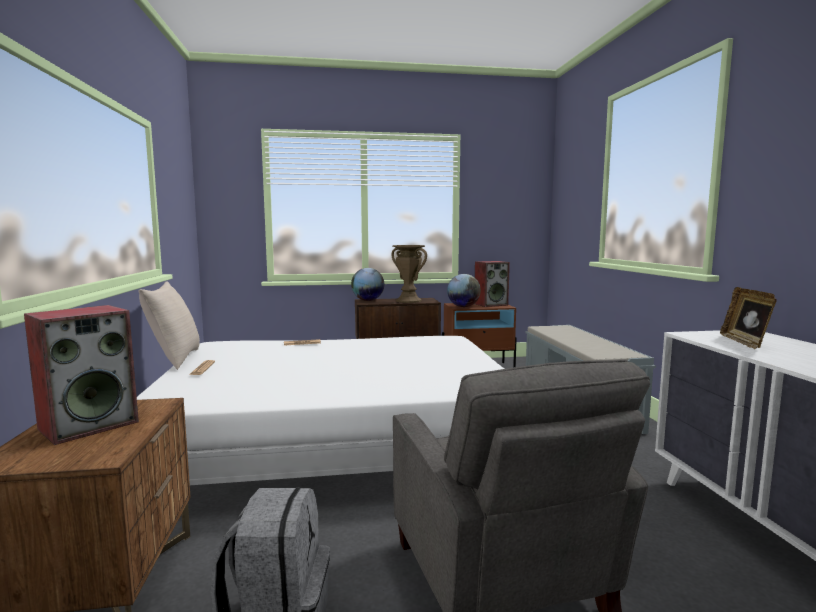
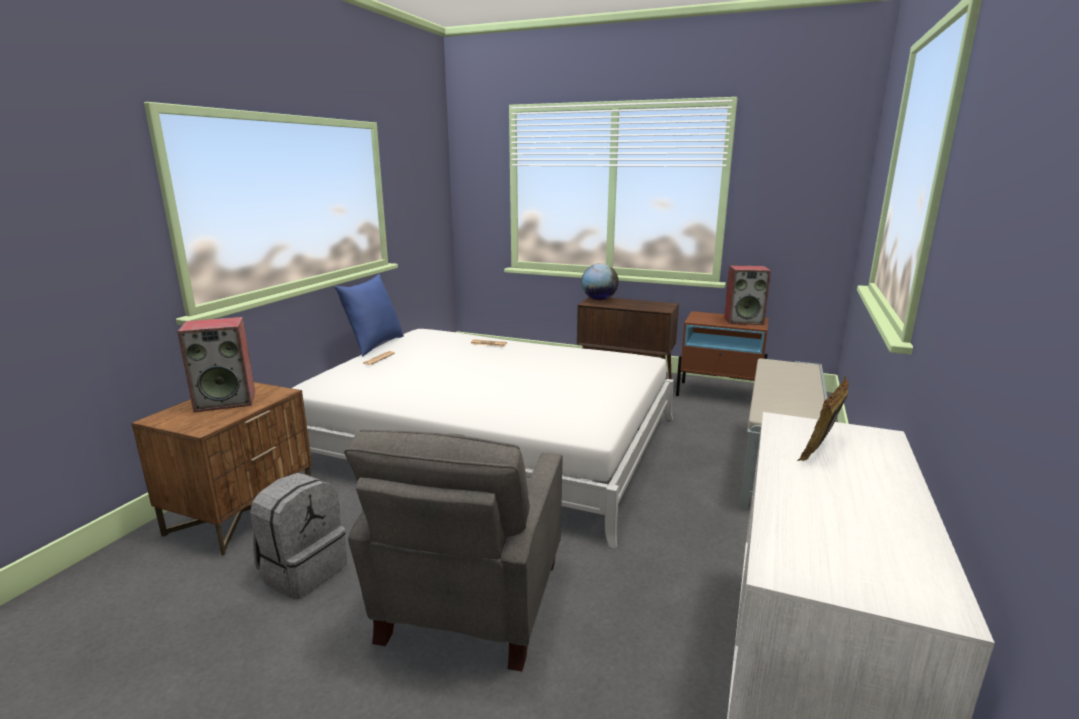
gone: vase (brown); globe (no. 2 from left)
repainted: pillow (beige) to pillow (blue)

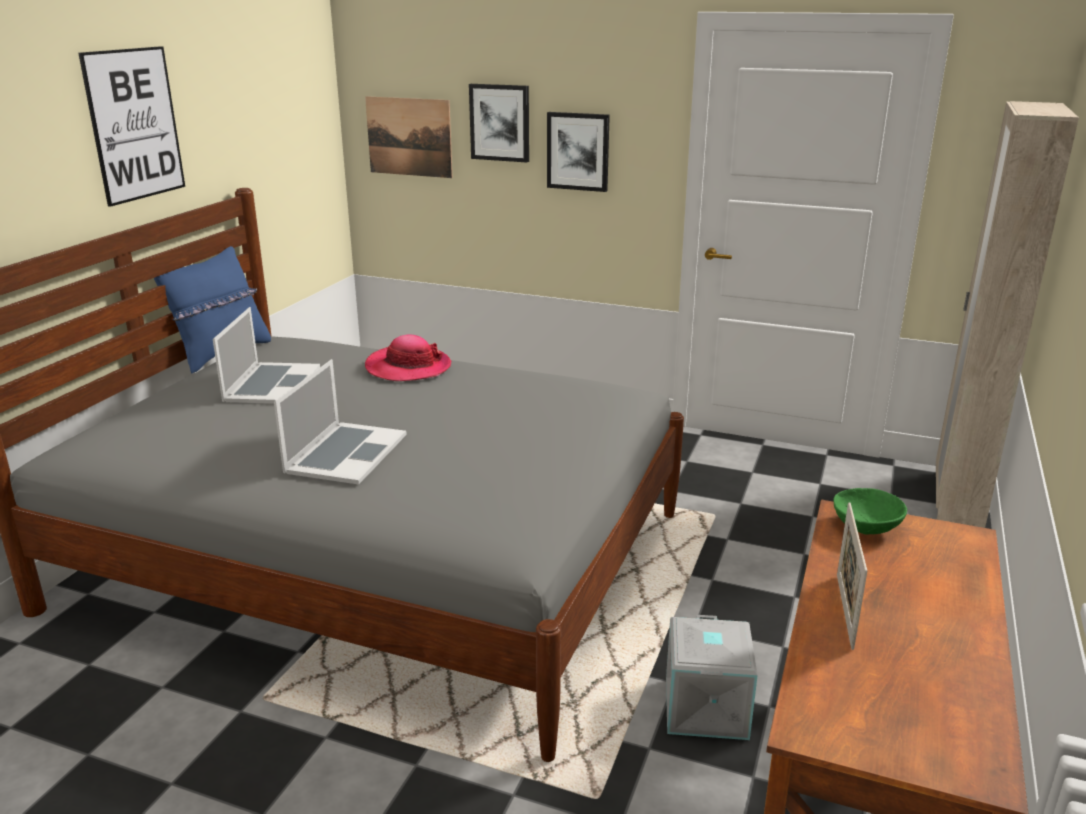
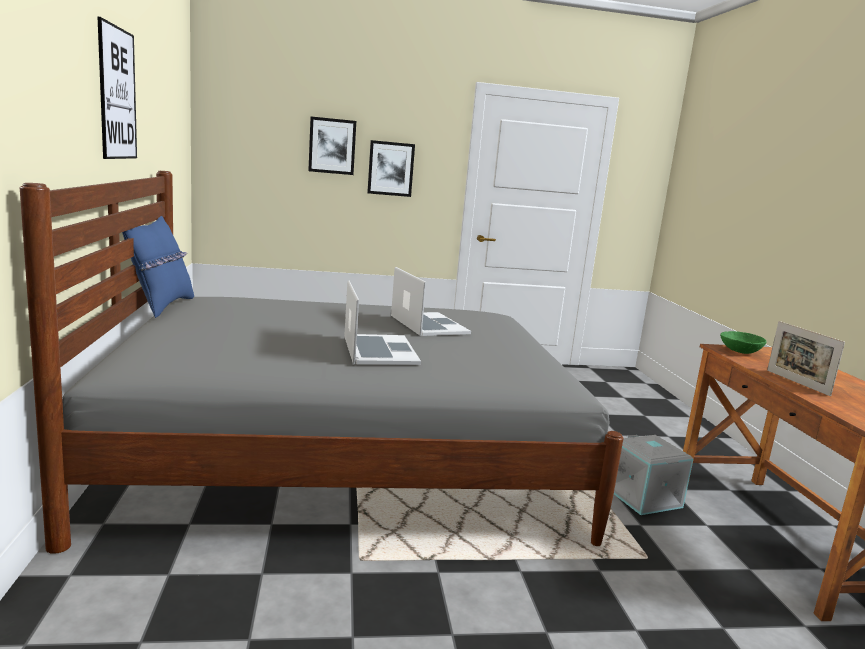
gone: picture (no. 2 from left); hat; wardrobe (beige)
shifted: laptop (no. 1 from left in the first image) to laptop (no. 2 from left)

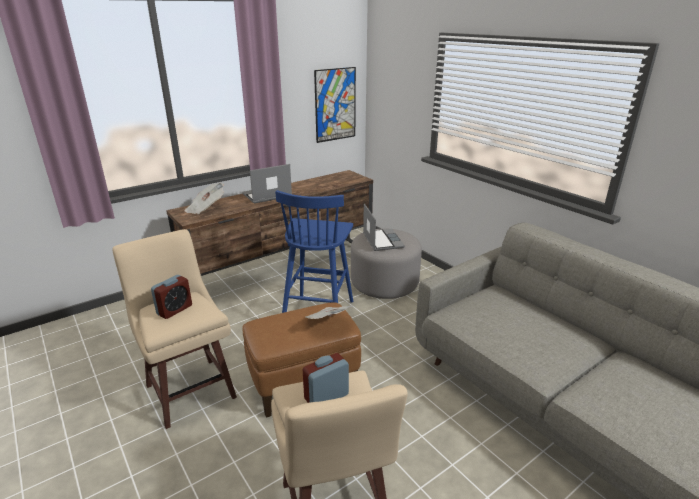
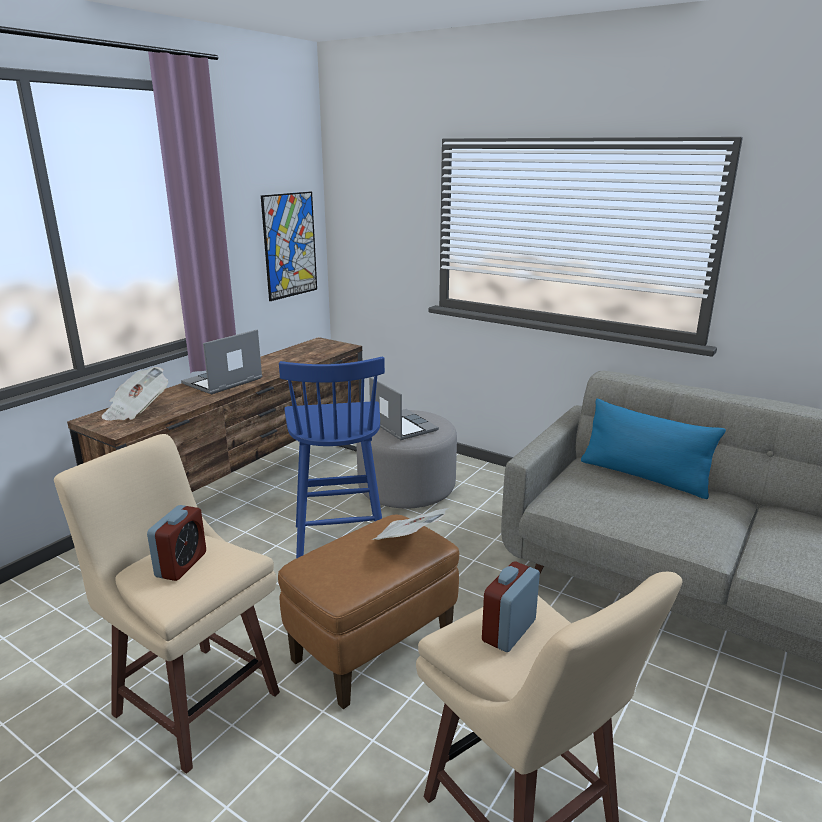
new: pillow (blue)

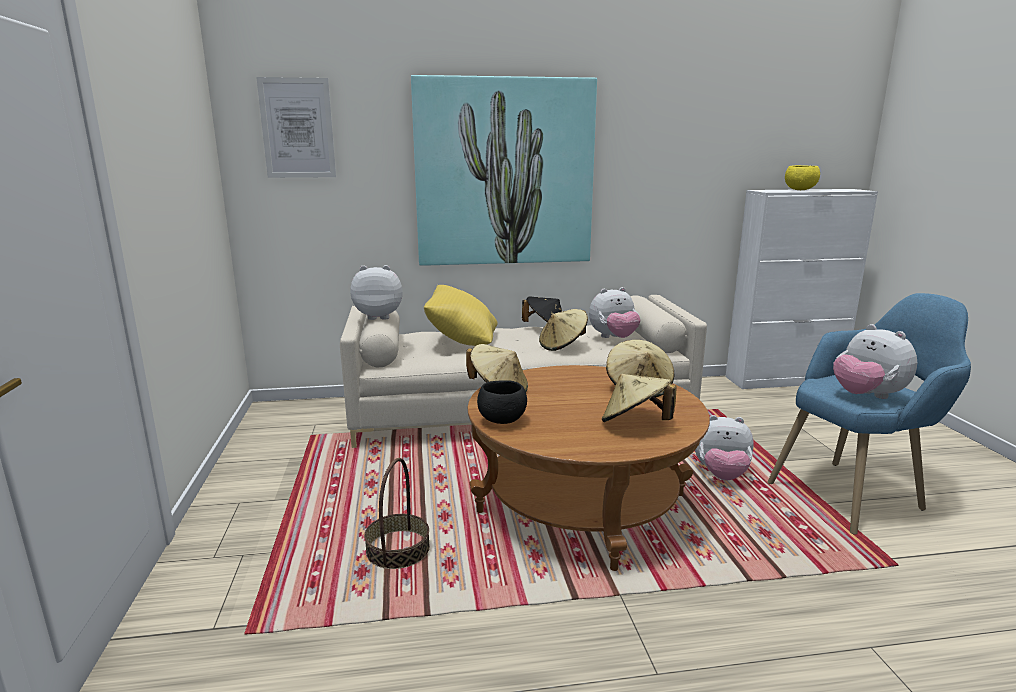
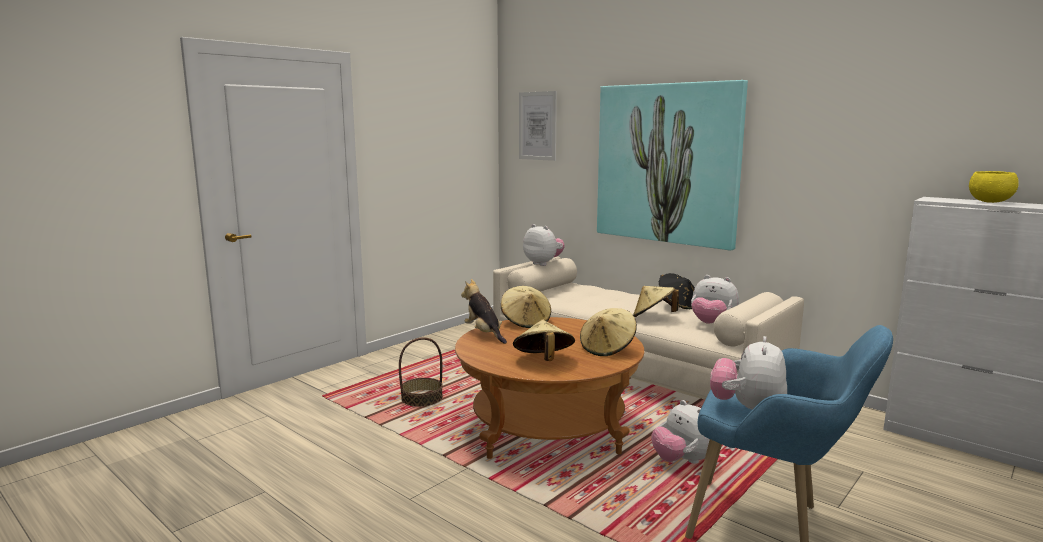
gone: pillow (yellow)
swapped: bowl (black) to plush toy (no. 1 from left)

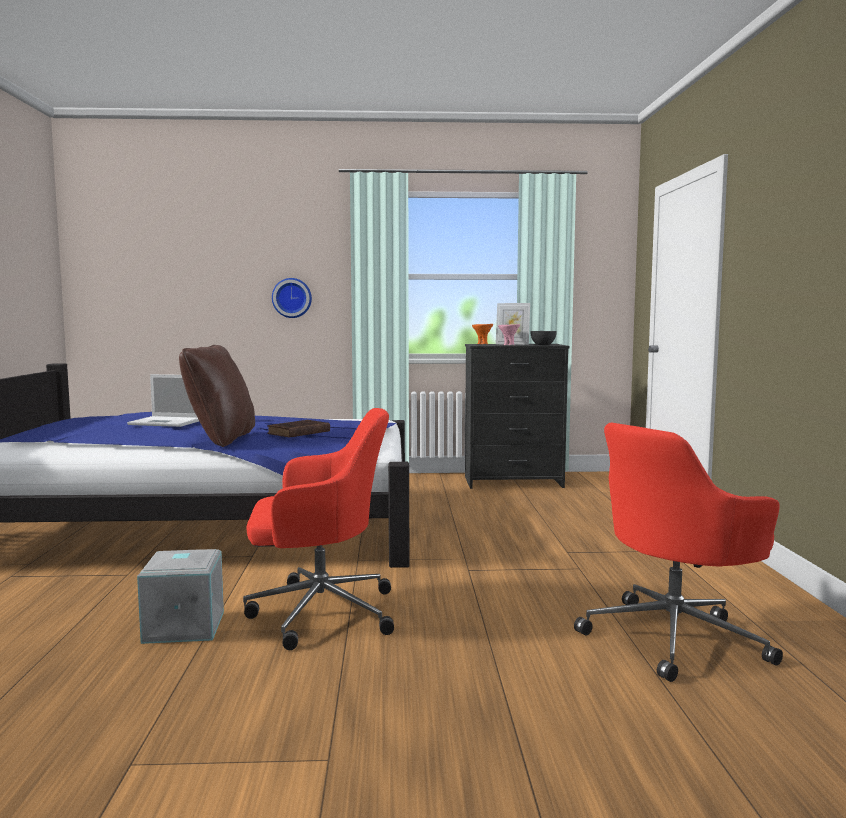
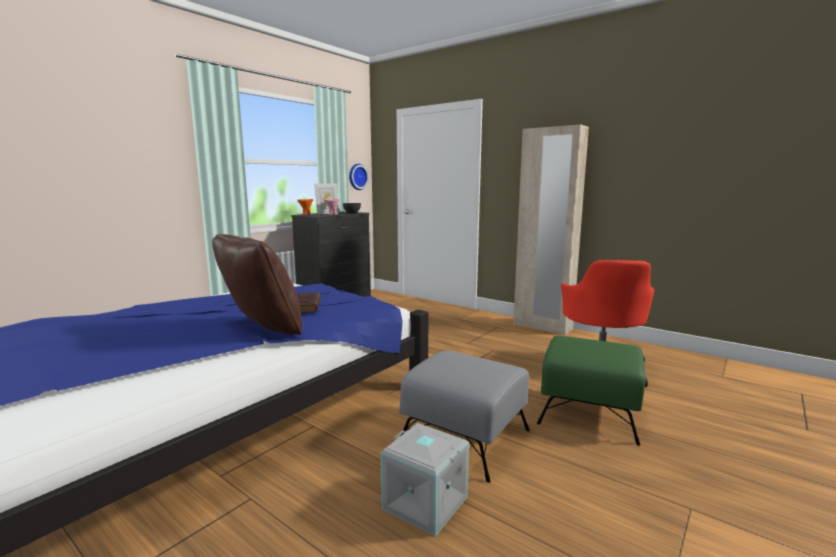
gone: laptop
new: wardrobe (beige); ottoman (green)
shifted: wall clock
swapped: office chair (red) (no. 1 from left) to ottoman (grey)

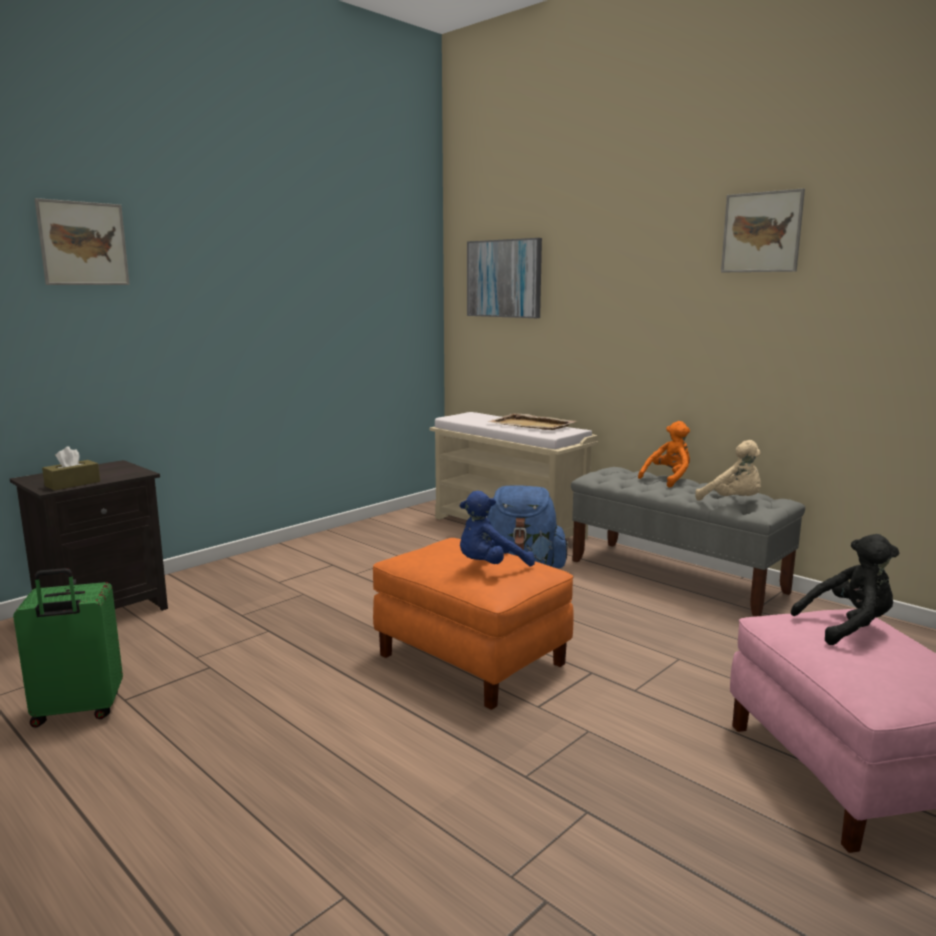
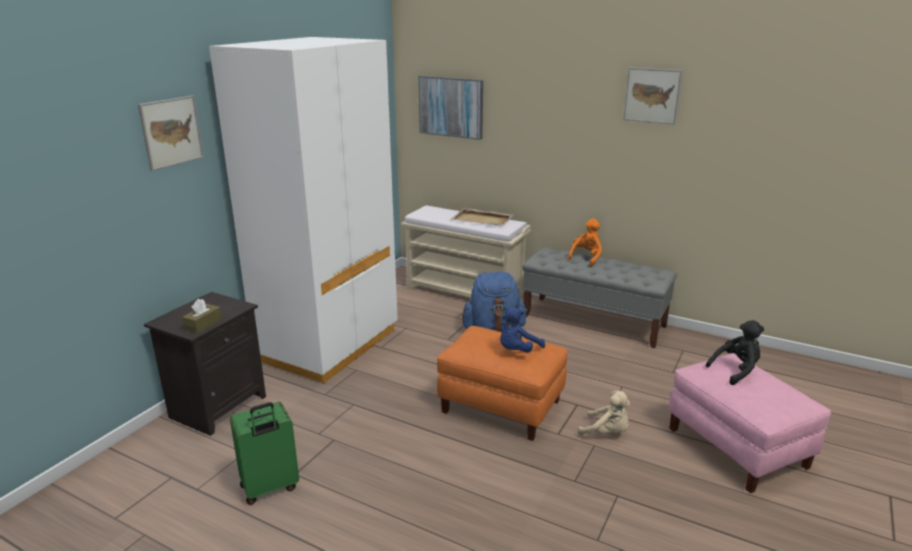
new: wardrobe (white)
shifted: plush toy (beige)

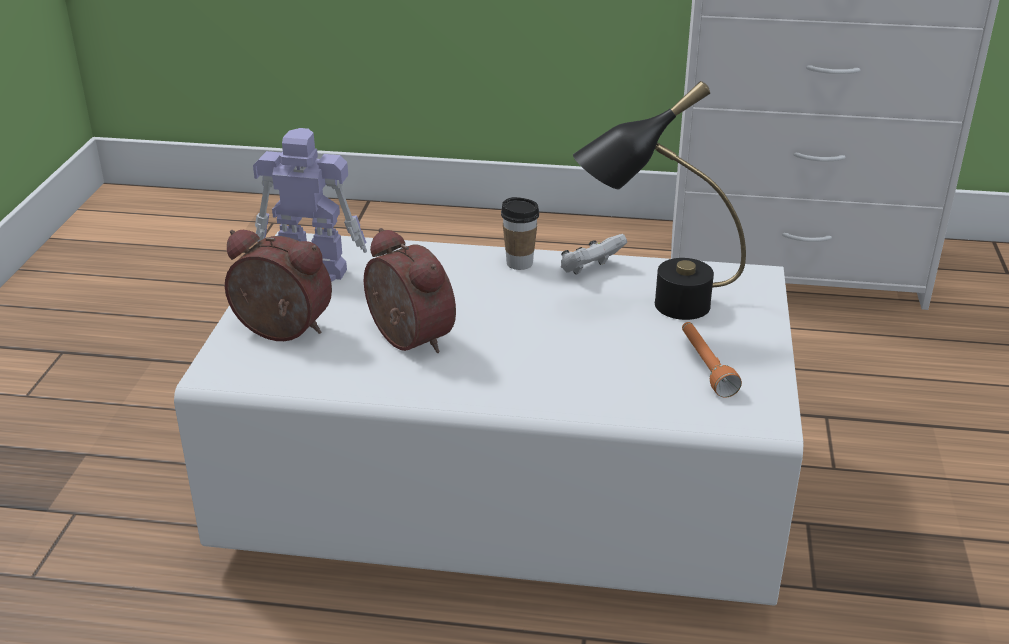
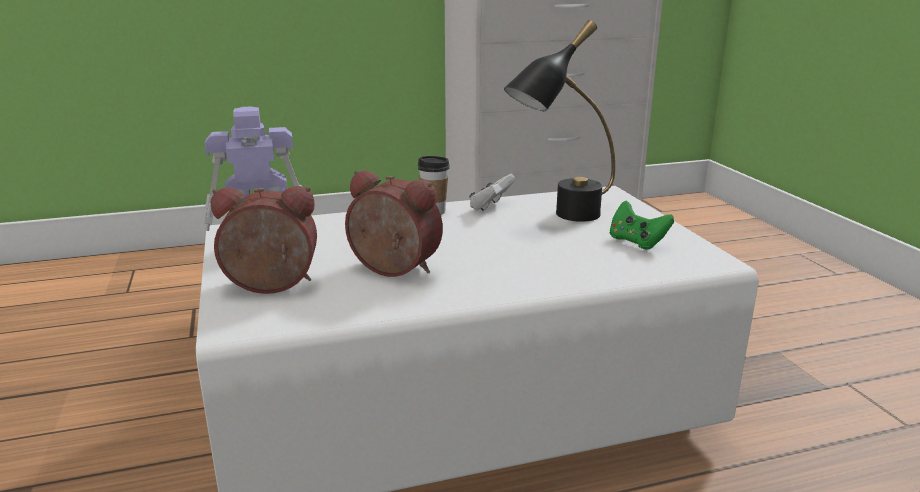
swapped: flashlight (orange) to game controller (green)

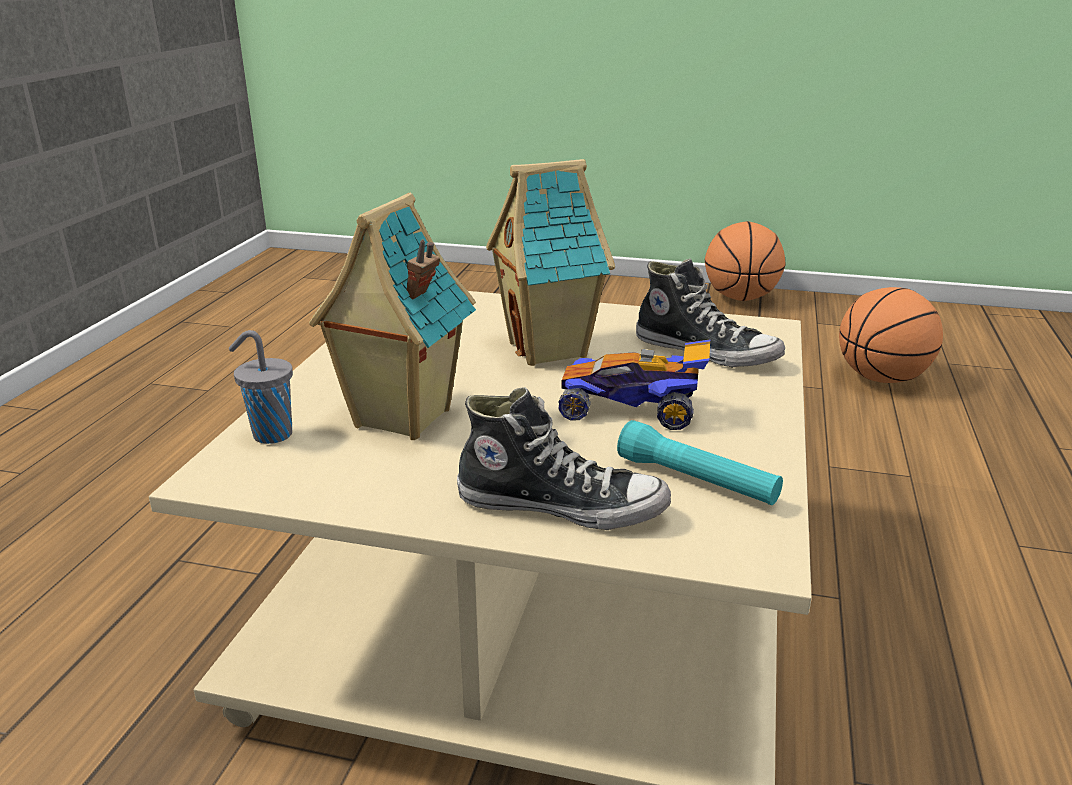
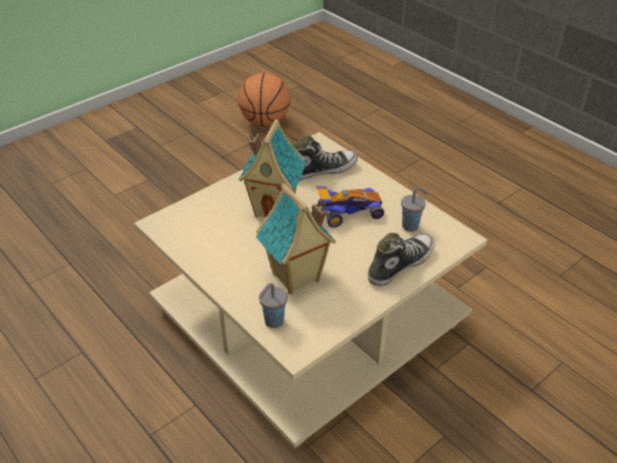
gone: basketball (no. 1 from left)
swapped: flashlight (turquoise) to cup (grey) (no. 2 from left)
rotated: toy car 150 degrees counterclockwise

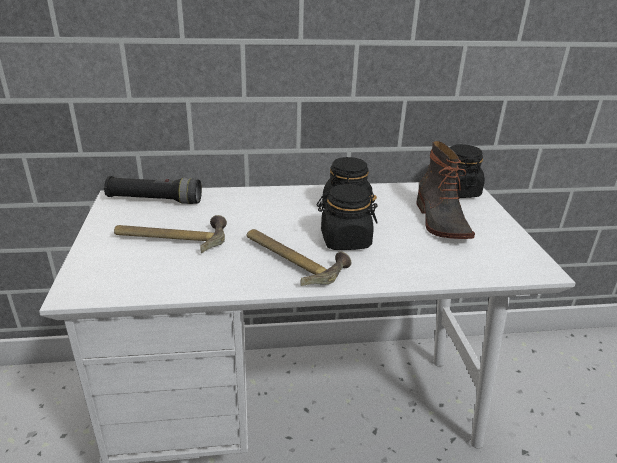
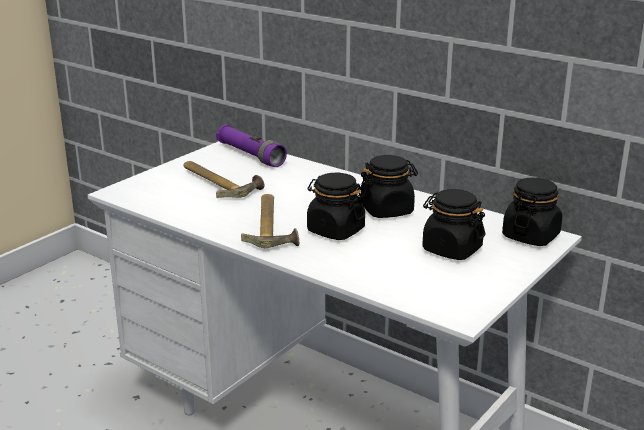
swapped: boot to jar (black) (no. 3 from left)
repainted: flashlight (black) to flashlight (purple)

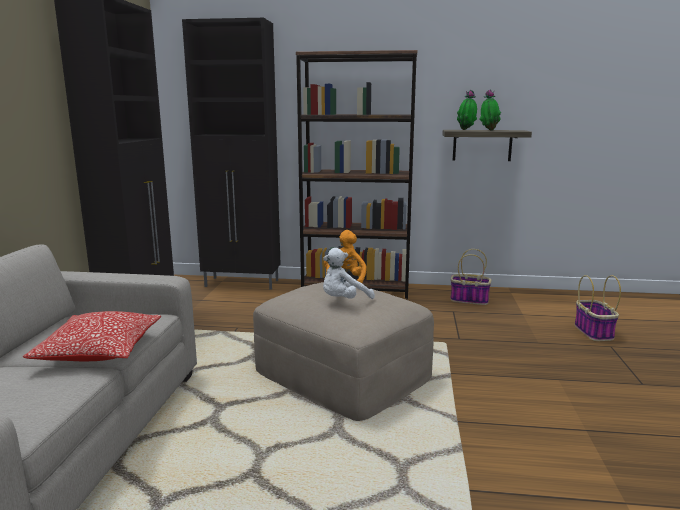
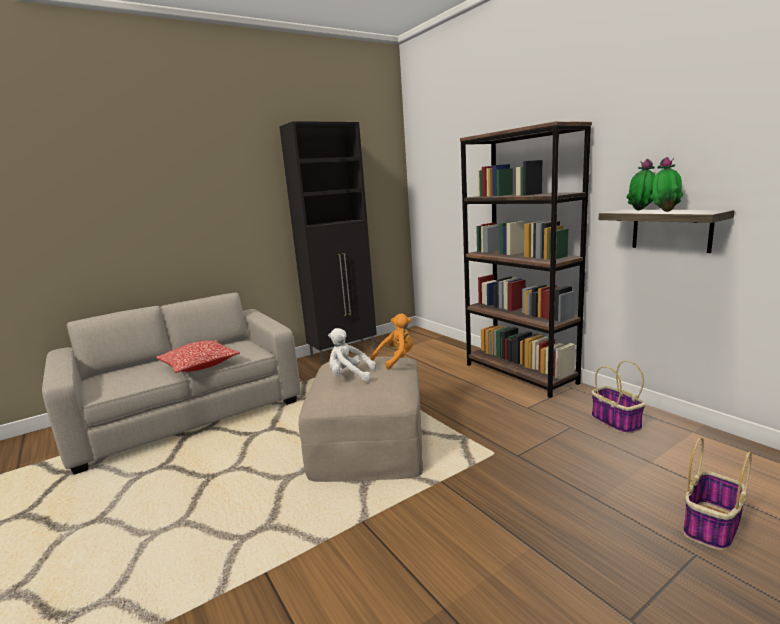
gone: cabinet (black) (no. 2 from left)

